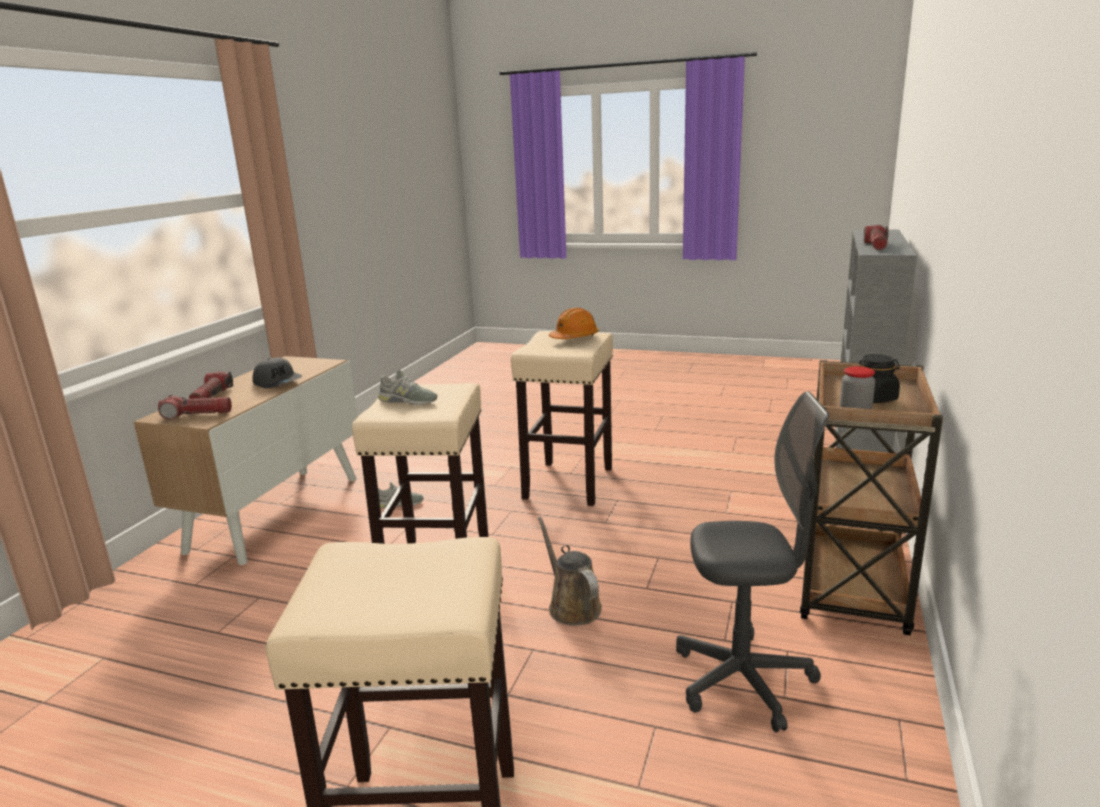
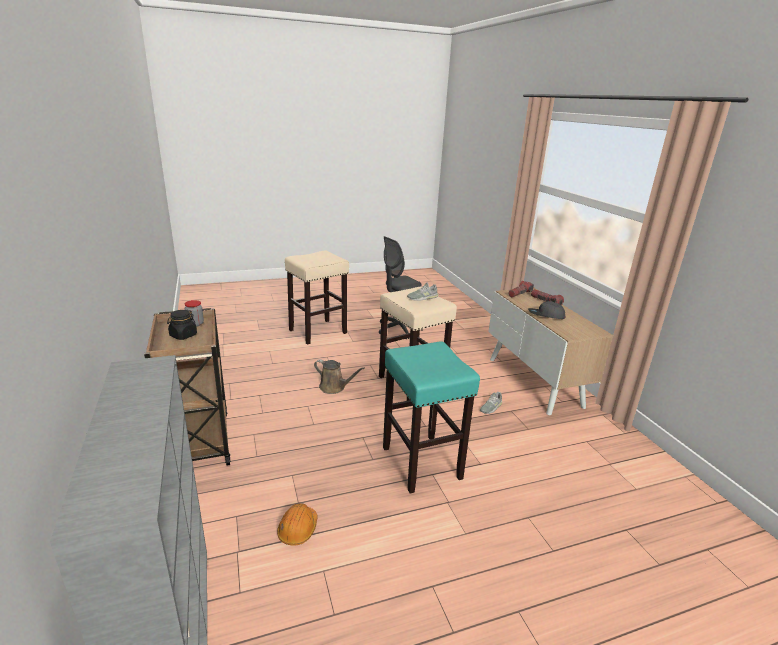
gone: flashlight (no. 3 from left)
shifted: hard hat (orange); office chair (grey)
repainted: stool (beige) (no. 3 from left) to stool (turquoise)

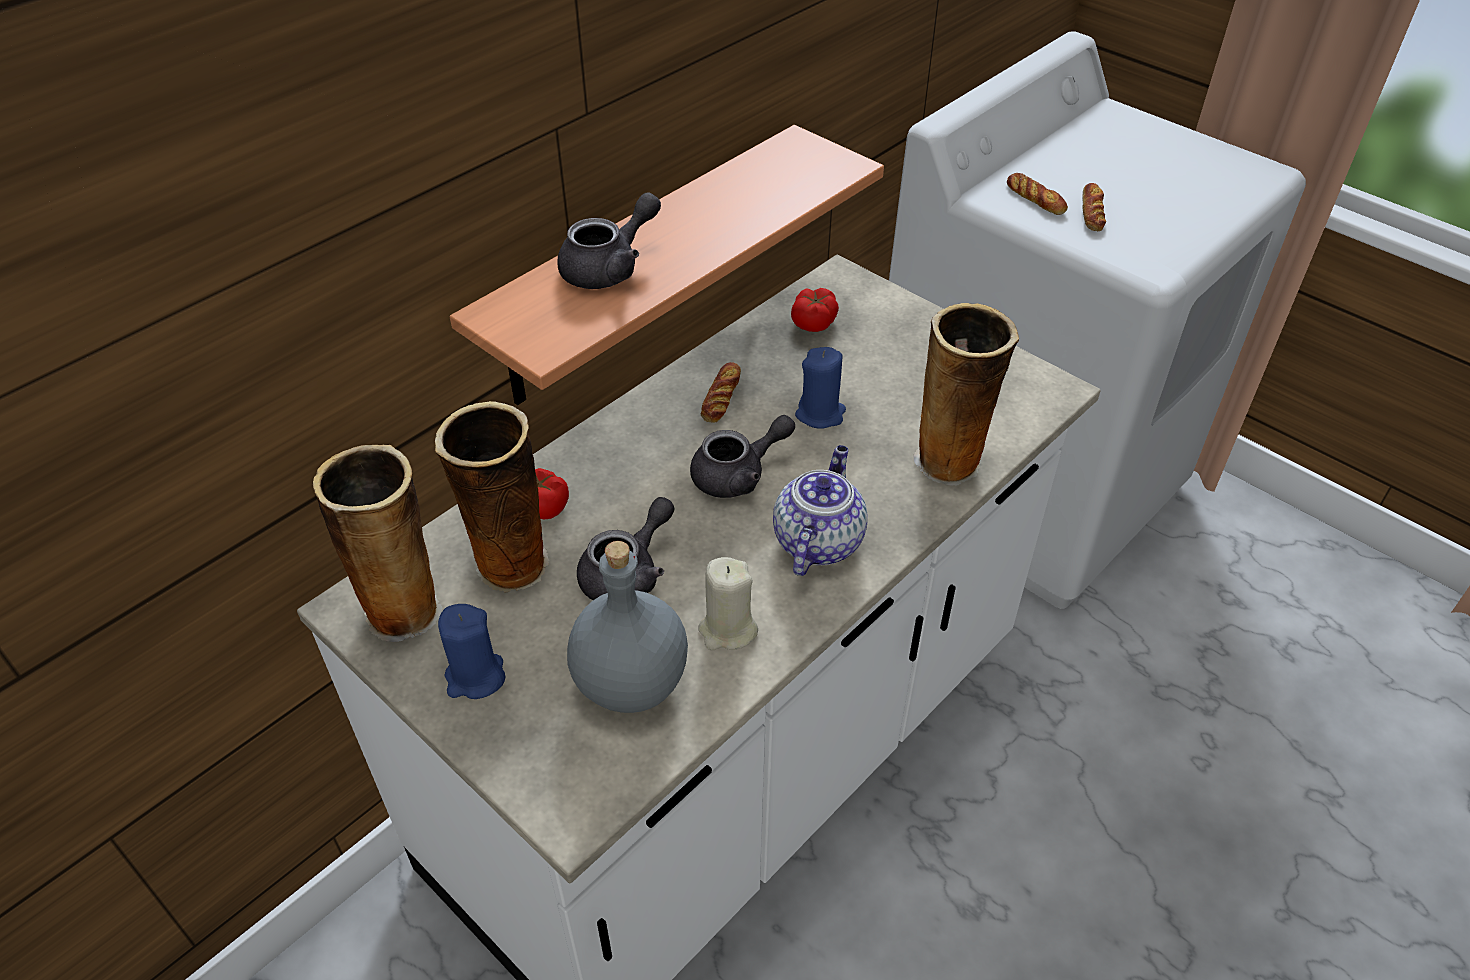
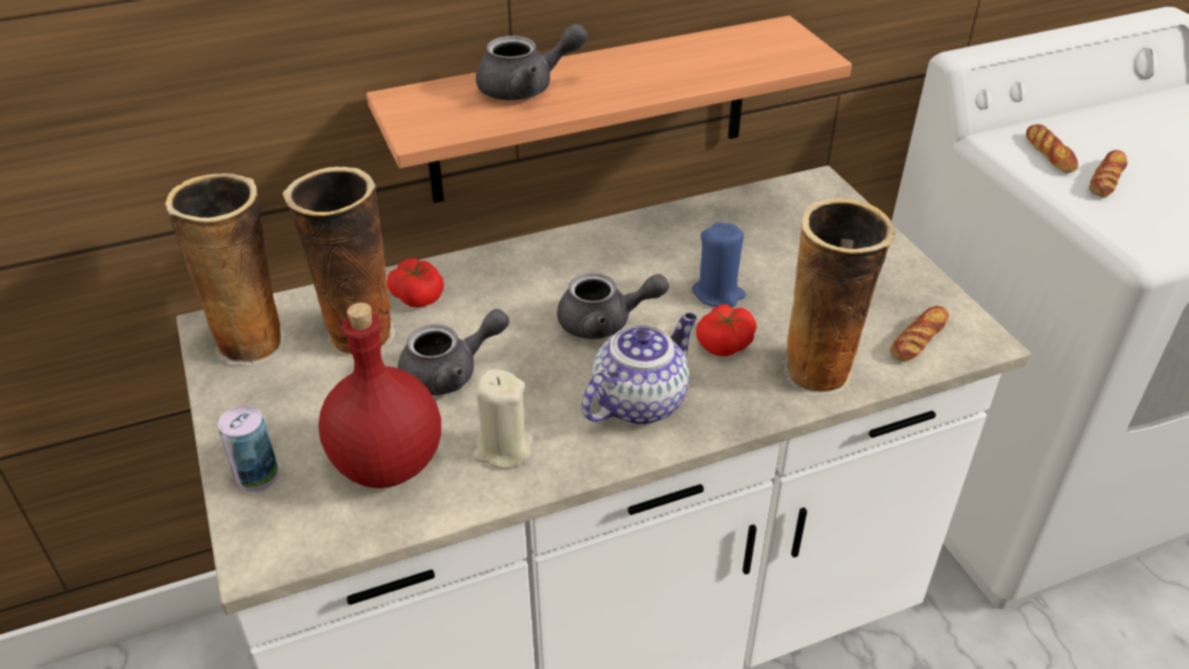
gone: candle (blue) (no. 1 from left)
new: can
shifted: bread (no. 1 from left); tomato (no. 2 from left)
repainted: bottle (grey) to bottle (red)

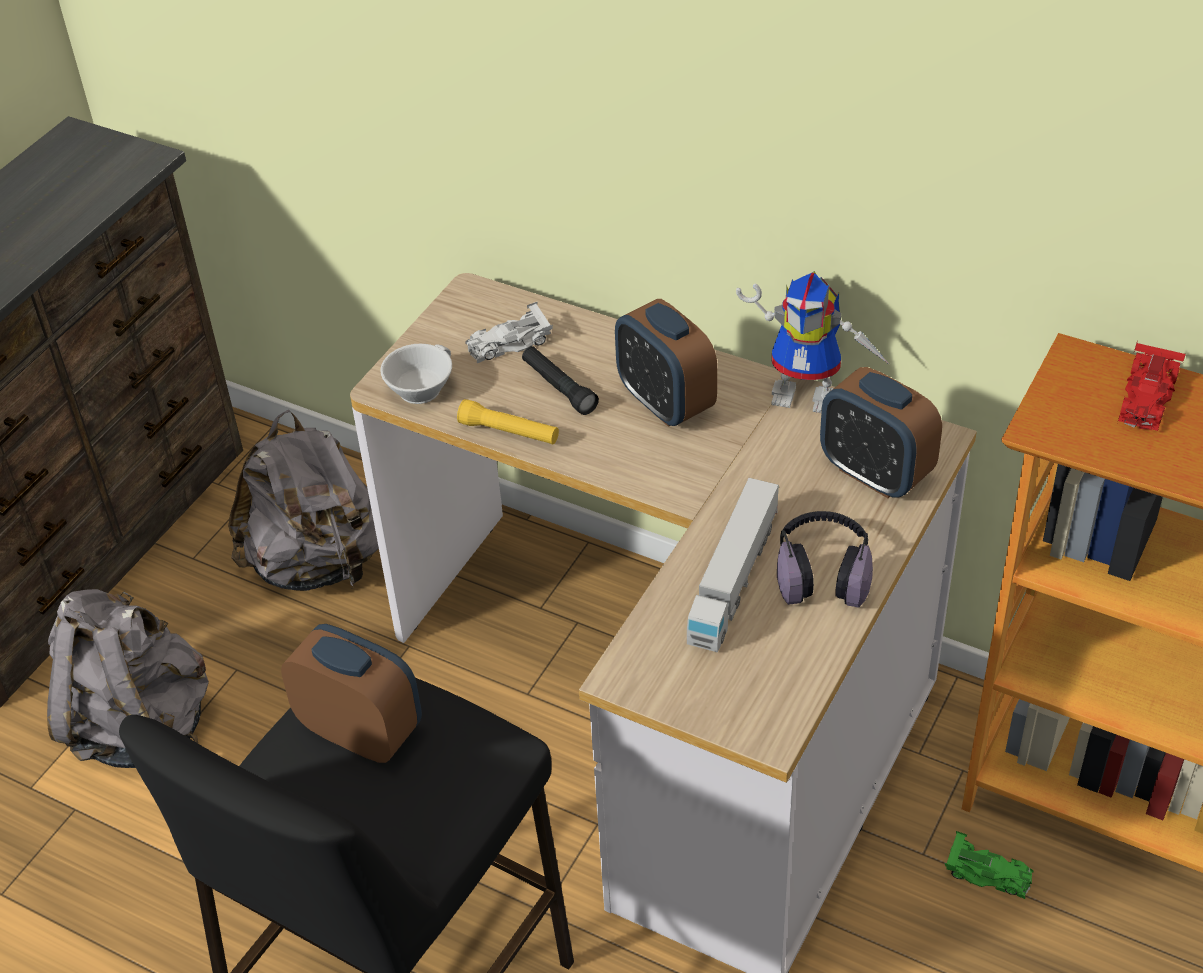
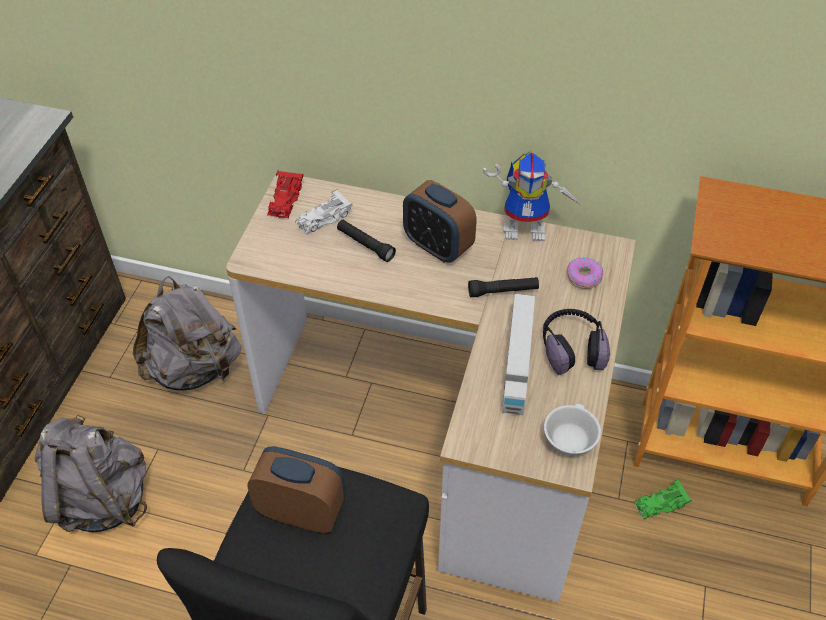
gone: flashlight (yellow)
new: flashlight (black) (no. 2 from left)
shifted: cup (white); toy car (red)
swapped: alarm clock (no. 3 from left) to donut
rotated: toy car (green) 150 degrees clockwise

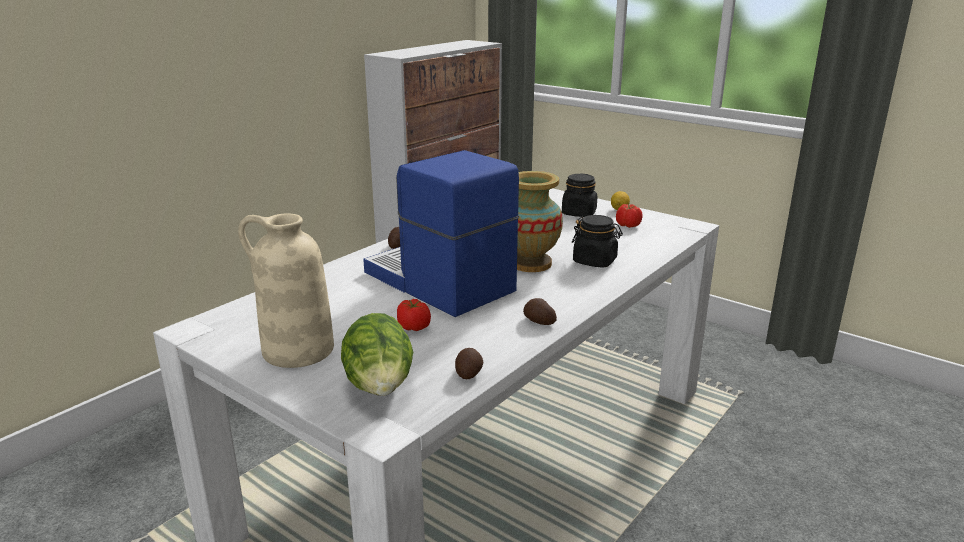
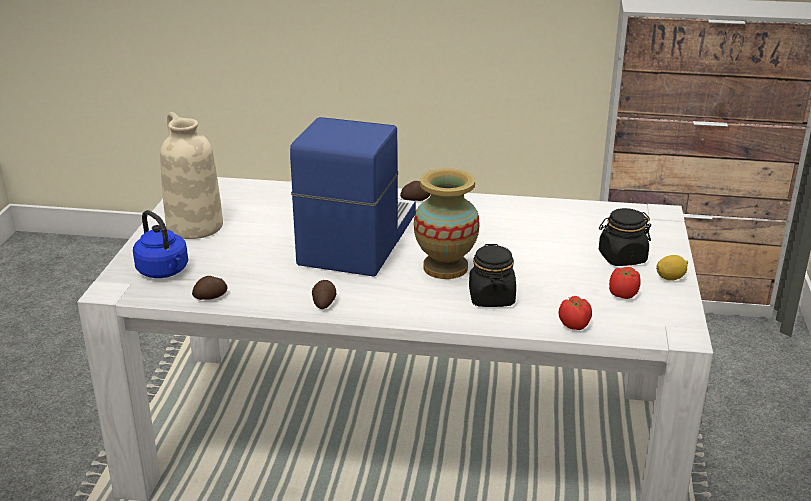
shifted: tomato (no. 1 from left)
swapped: lettuce to kettle (blue)

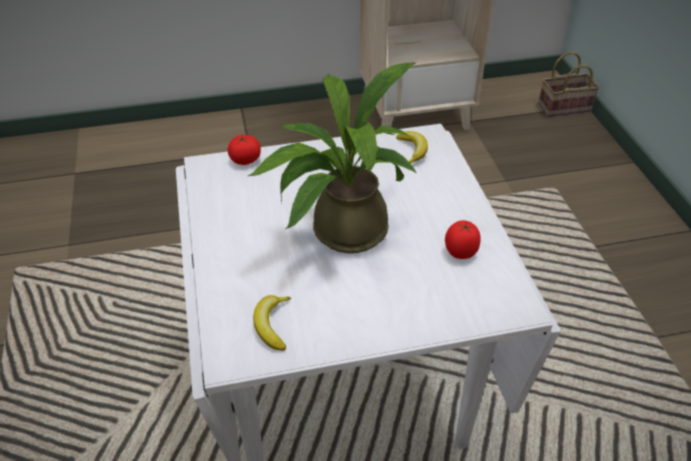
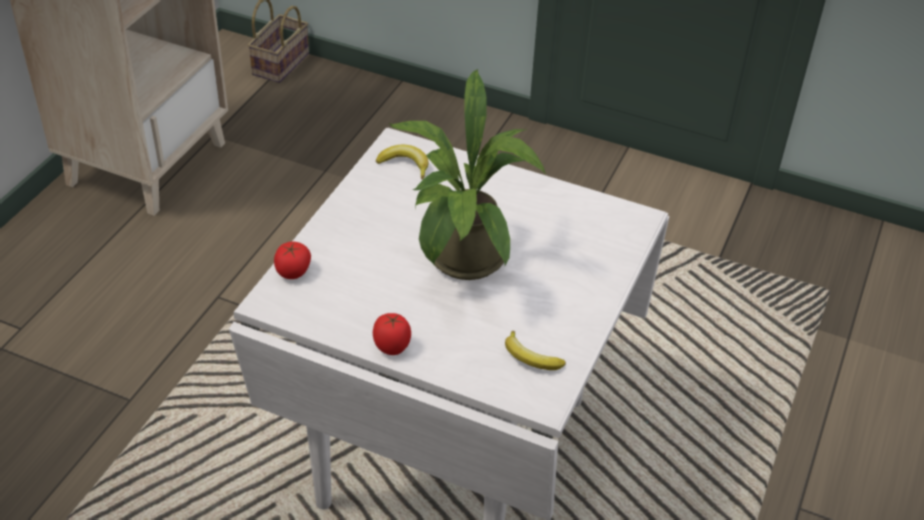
shifted: tomato (no. 2 from left)

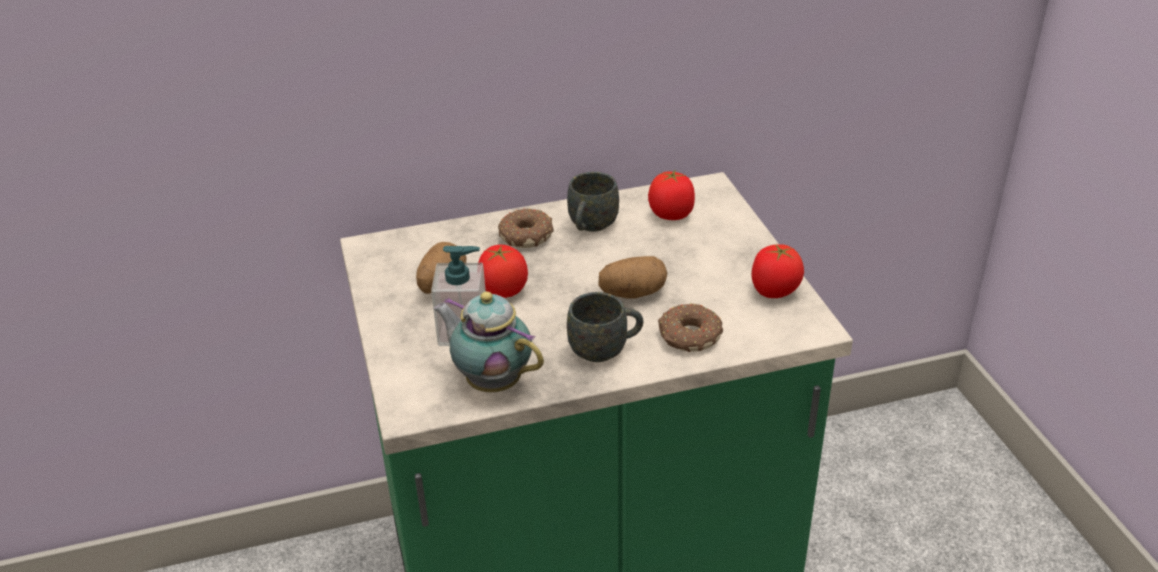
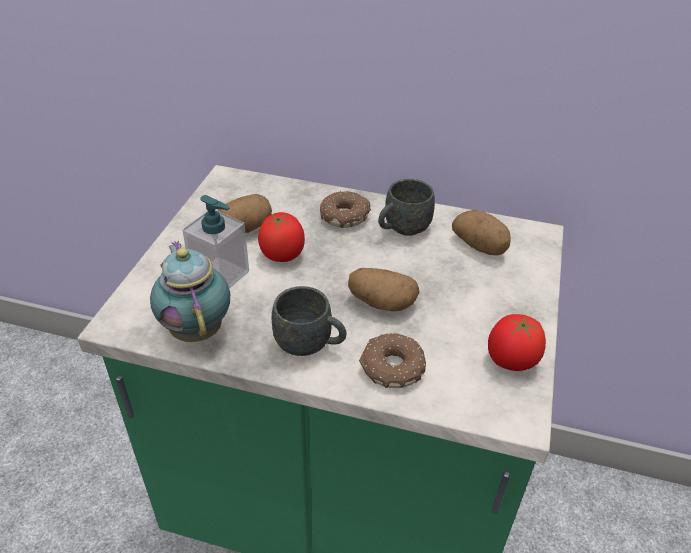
swapped: tomato (no. 2 from left) to potato (no. 3 from left)

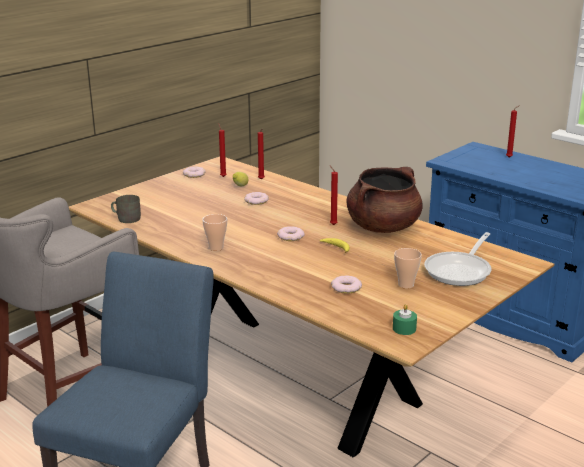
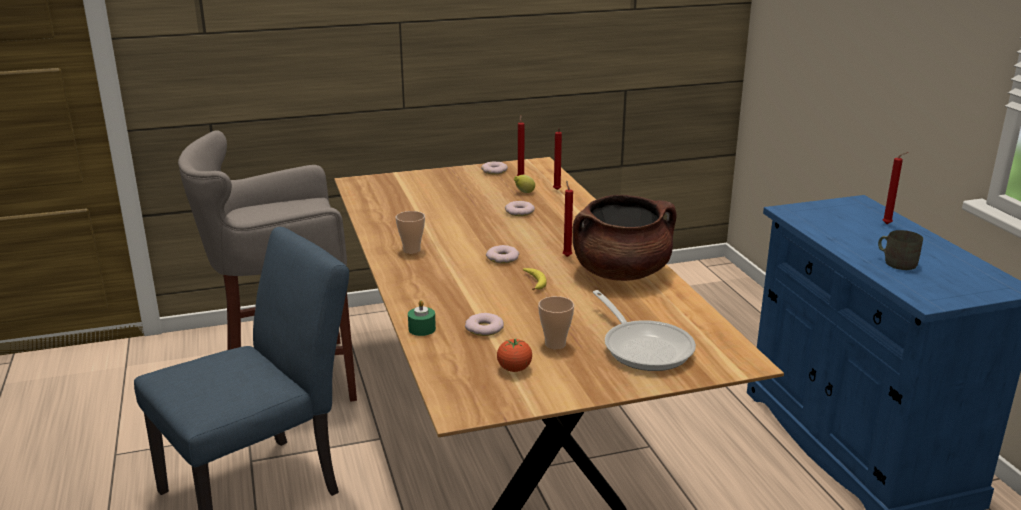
new: tomato
shifted: mug (grey); candle (green)
rotated: frying pan 90 degrees counterclockwise

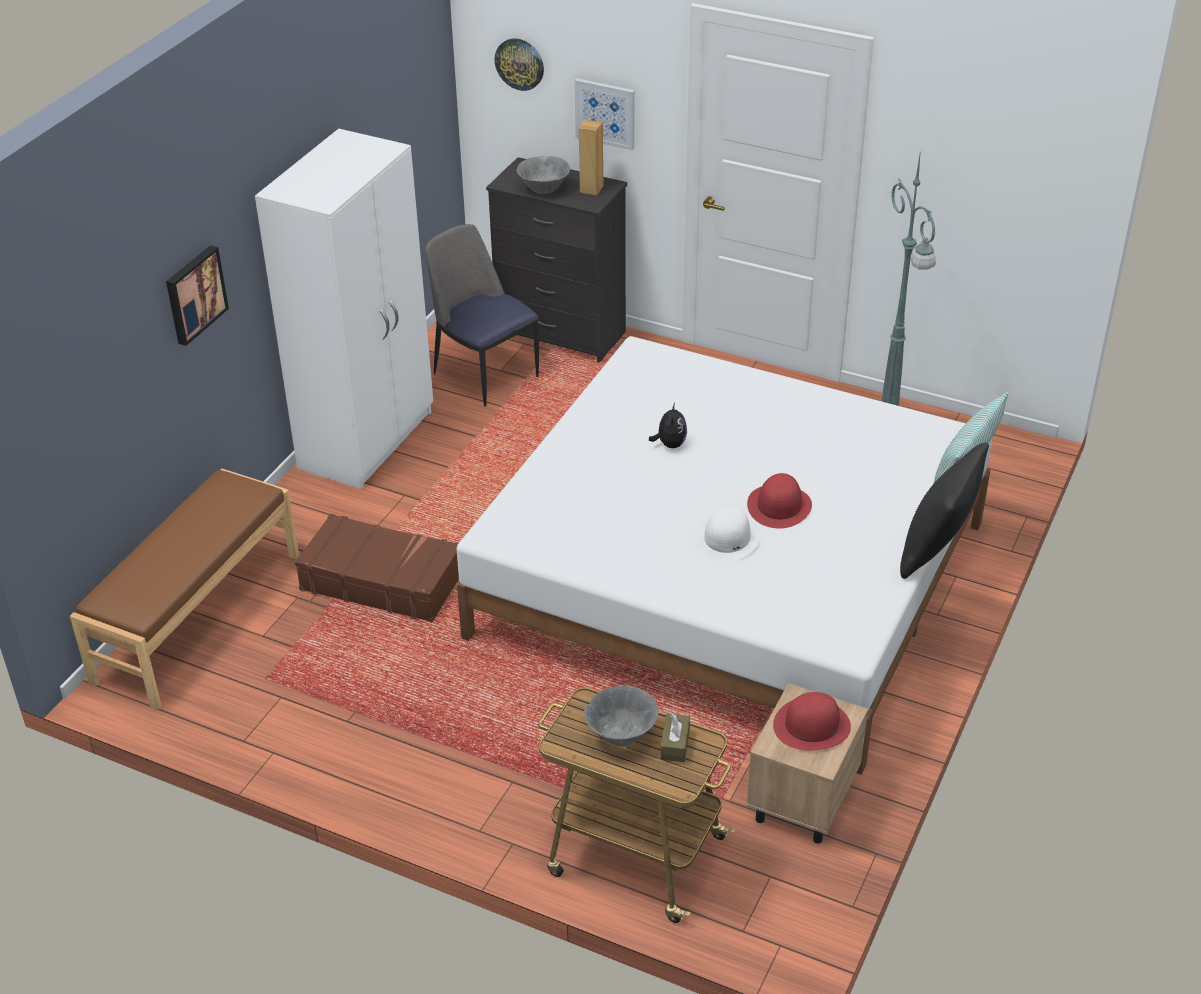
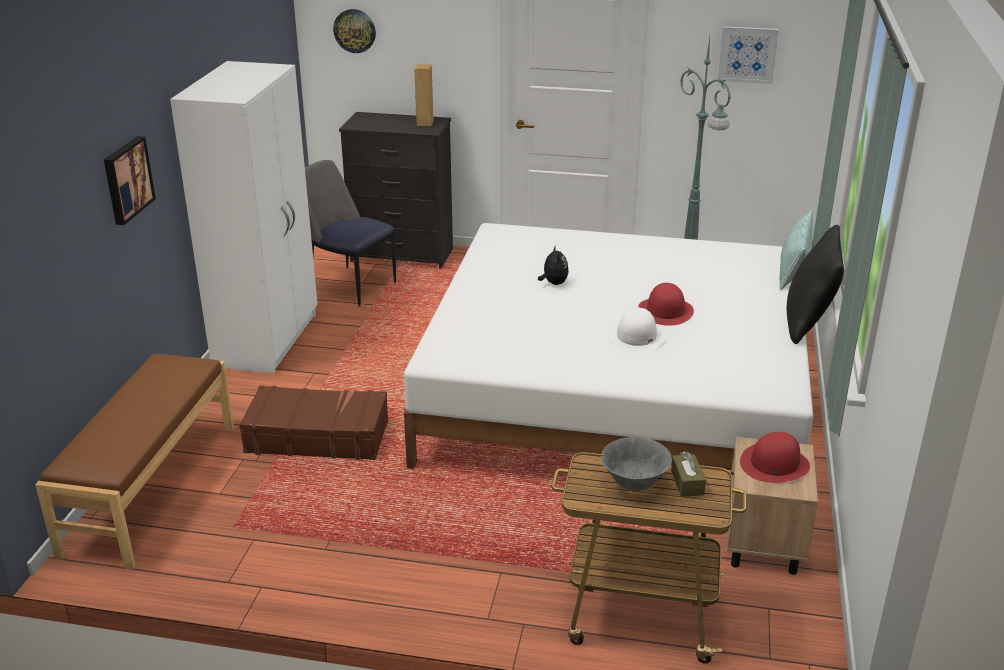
gone: bowl (grey) (no. 1 from left)
shifted: picture (no. 2 from left)

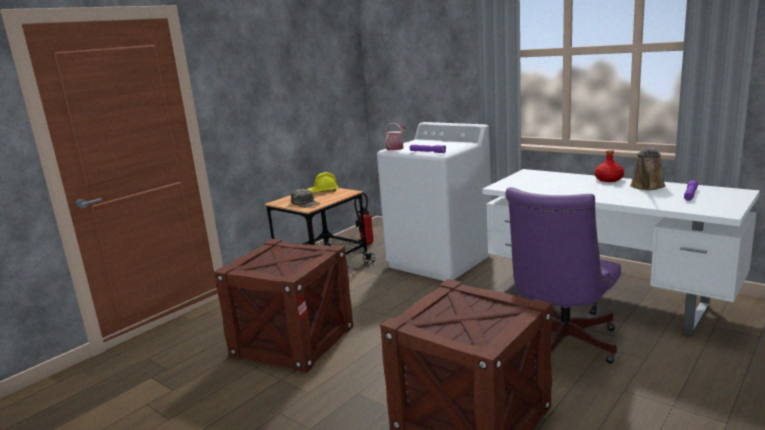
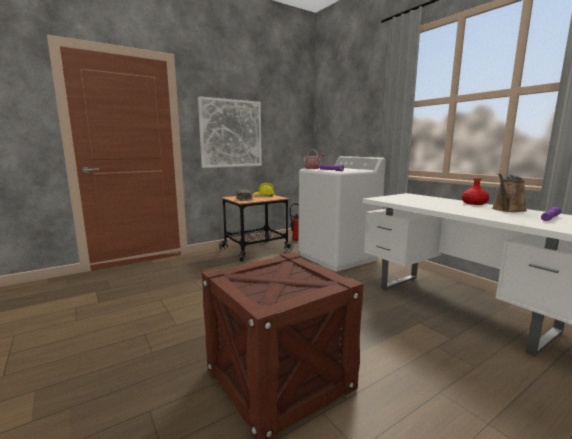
gone: crate (no. 1 from left); office chair (purple)
new: picture

